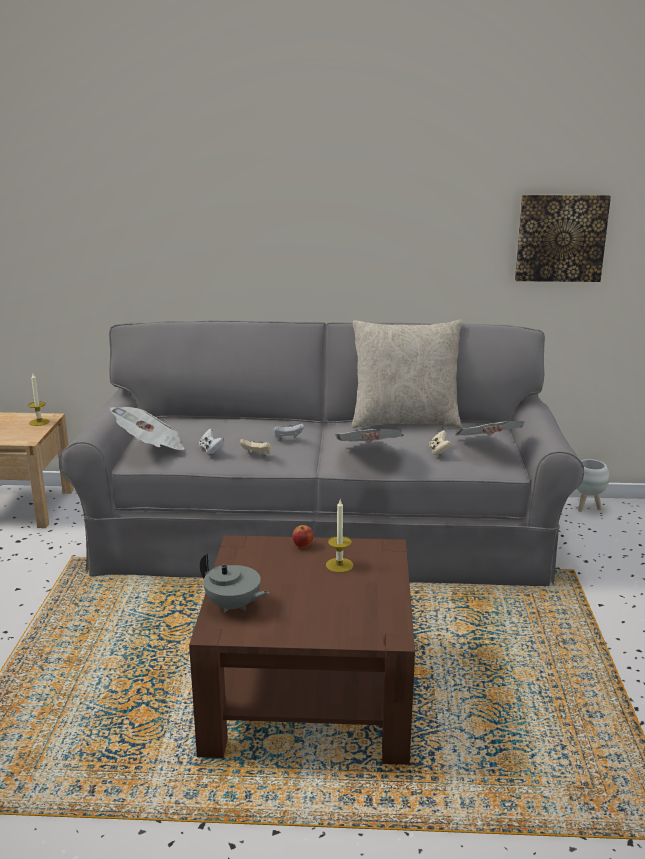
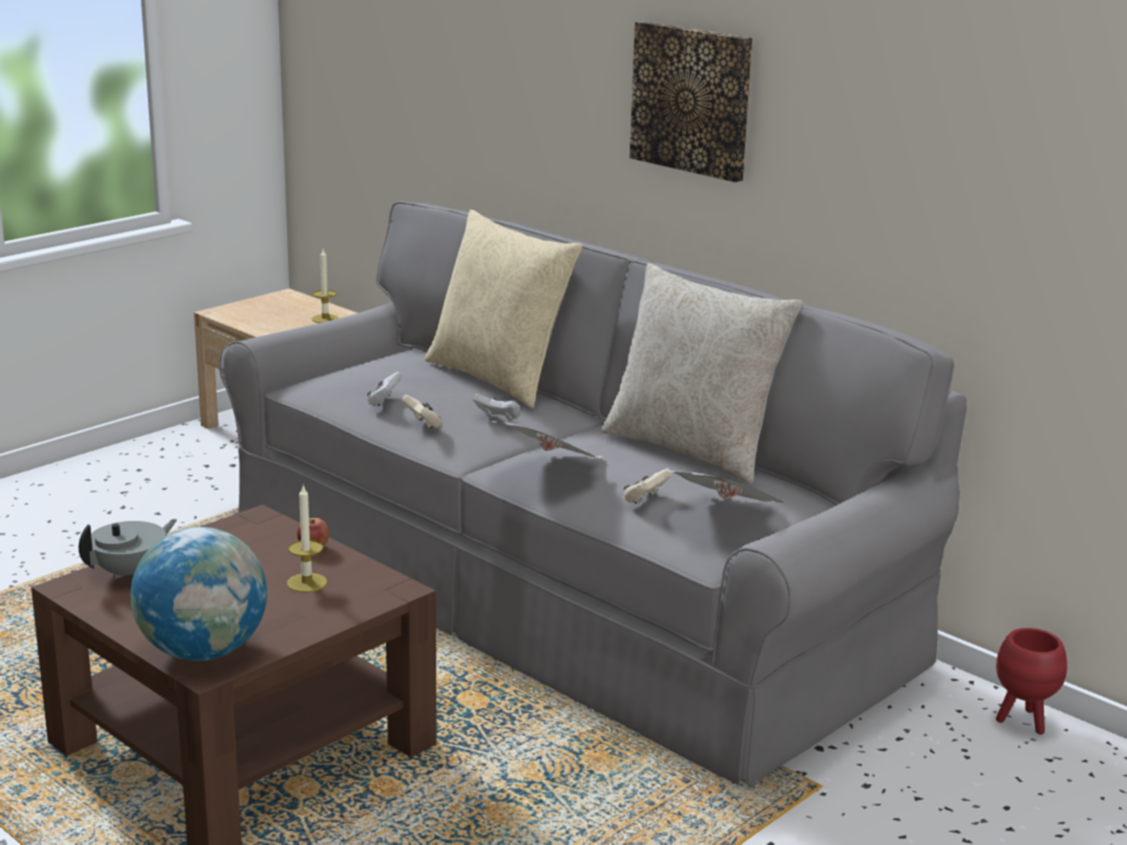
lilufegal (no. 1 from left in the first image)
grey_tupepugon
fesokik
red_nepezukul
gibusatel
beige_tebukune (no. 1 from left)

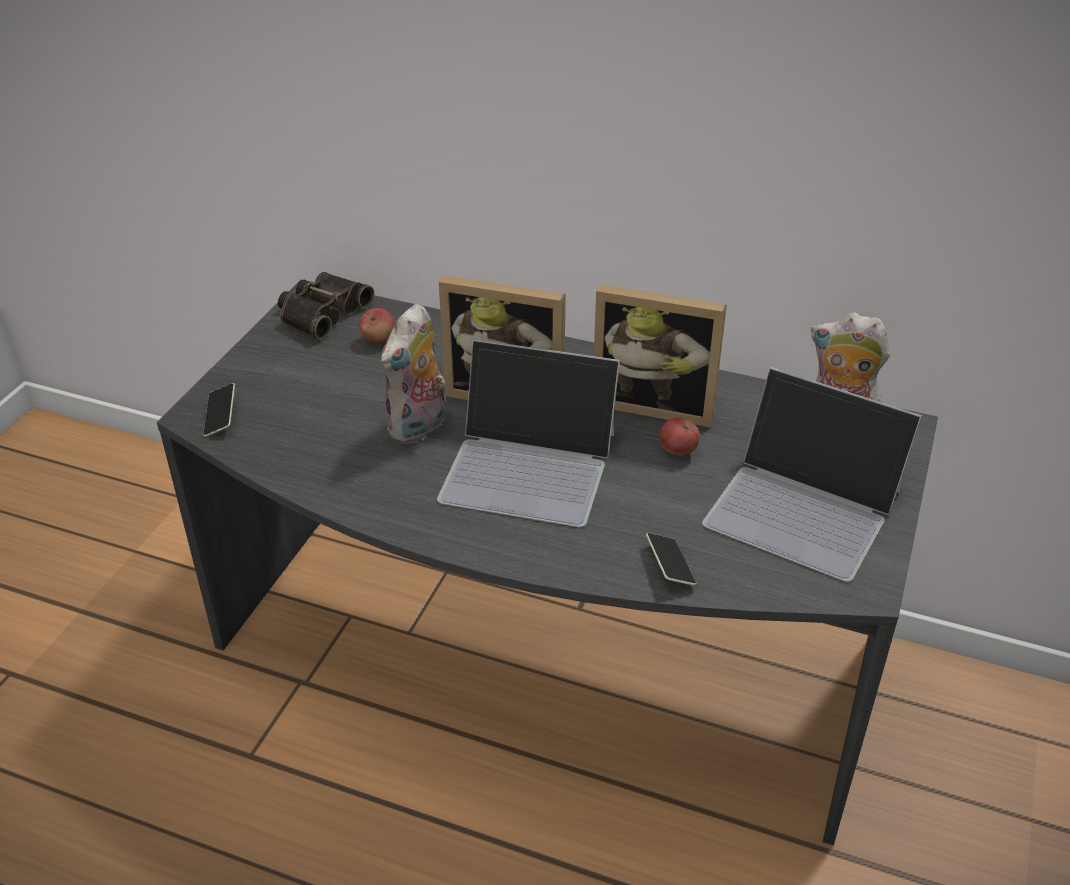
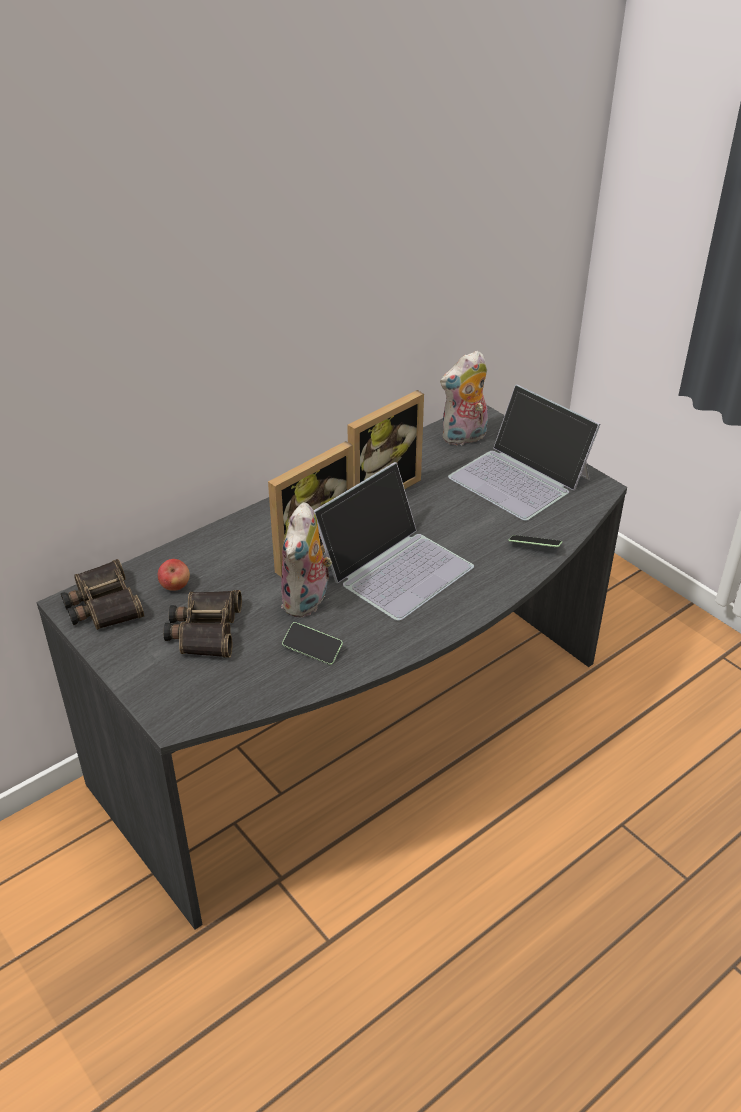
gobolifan (no. 1 from left)
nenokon (no. 1 from left)
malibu (no. 2 from left in the first image)
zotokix (no. 2 from left)
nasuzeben (no. 2 from left)

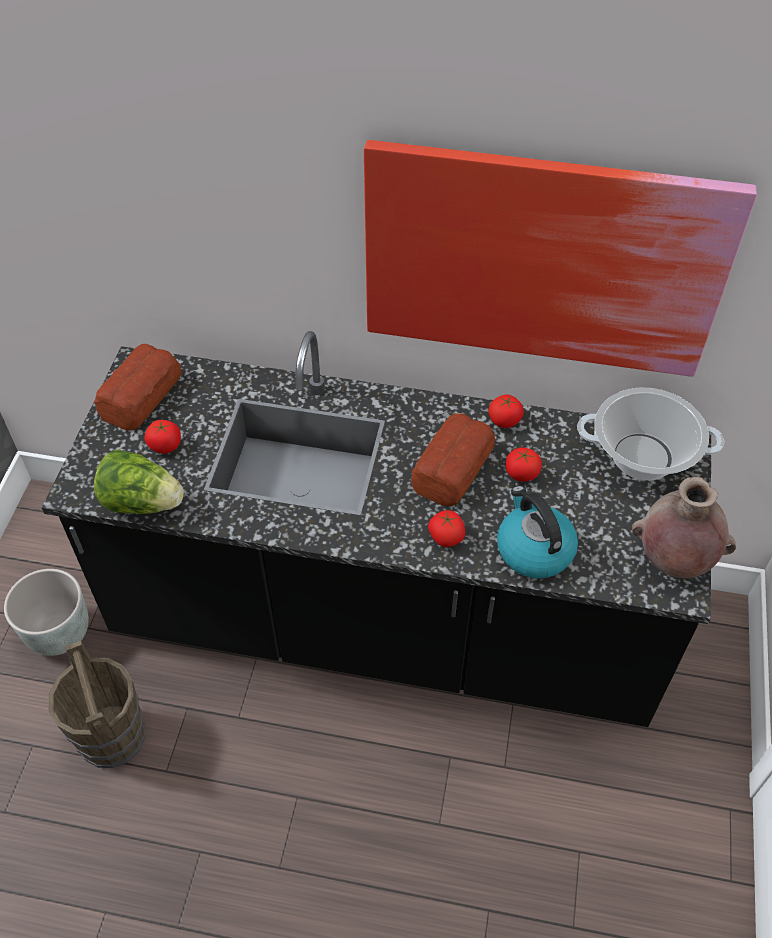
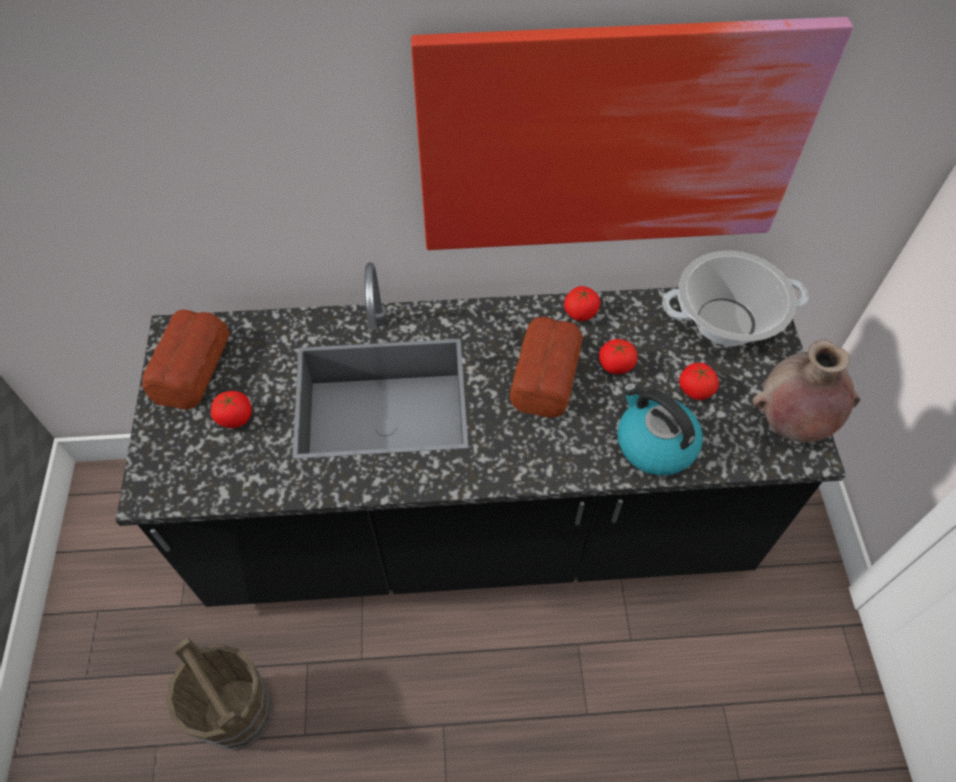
grey_nepezukul
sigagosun
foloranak (no. 4 from left)

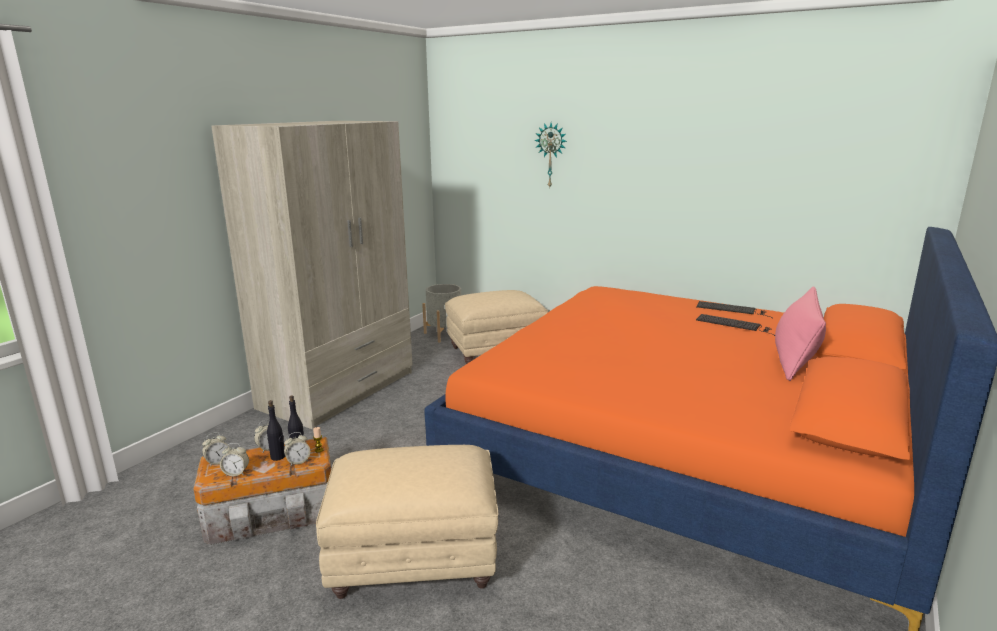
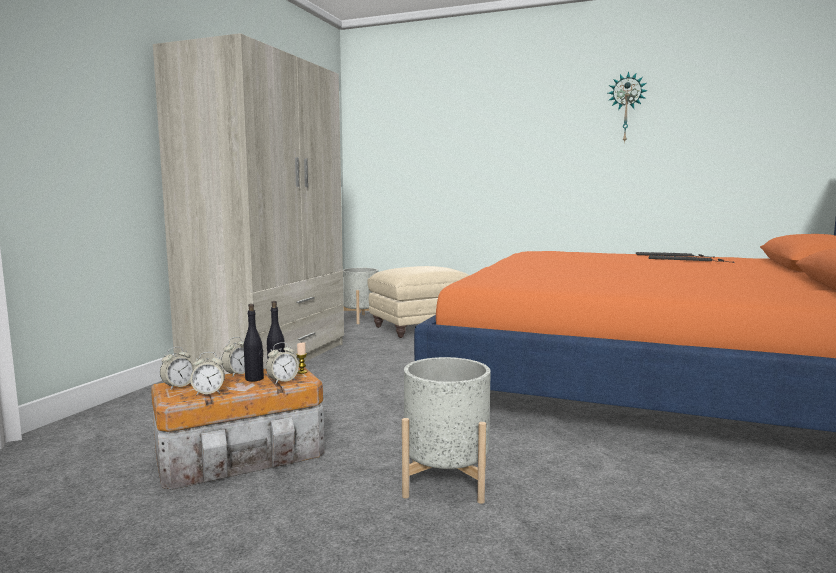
grey_nepezukul (no. 2 from left)
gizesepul
pink_tebukune

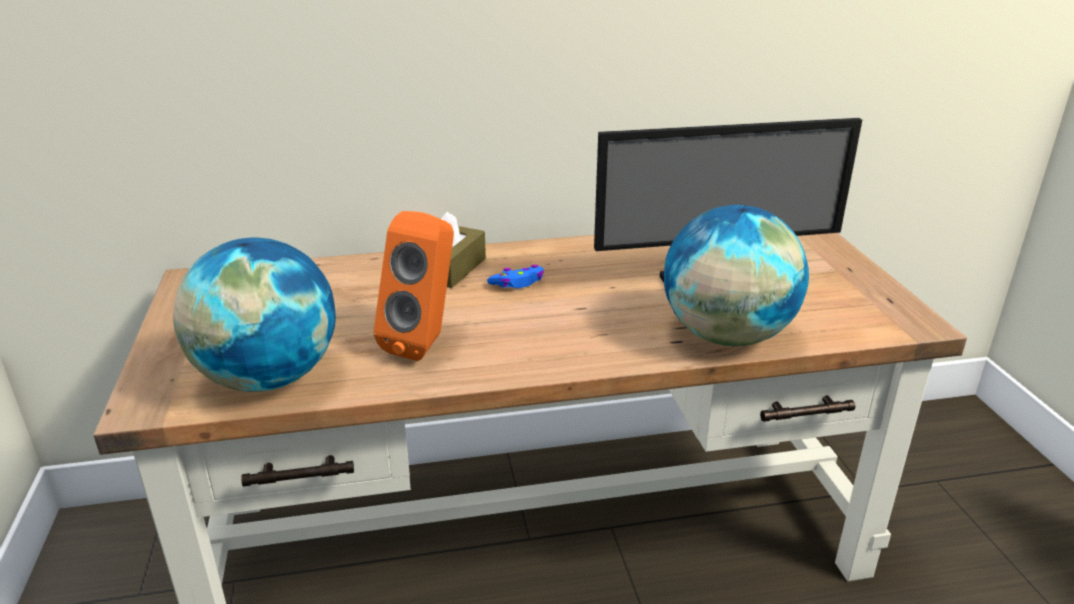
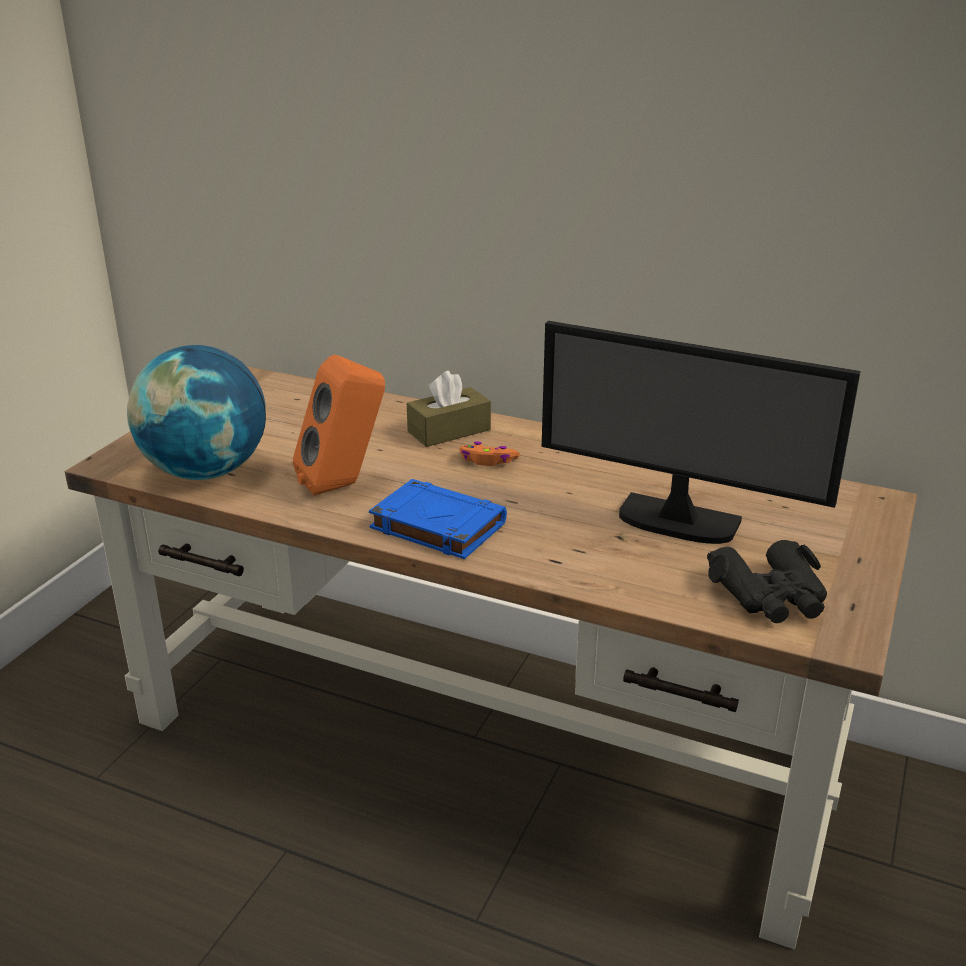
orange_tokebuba
gibusatel (no. 2 from left in the first image)
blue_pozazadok
black_nasuzeben

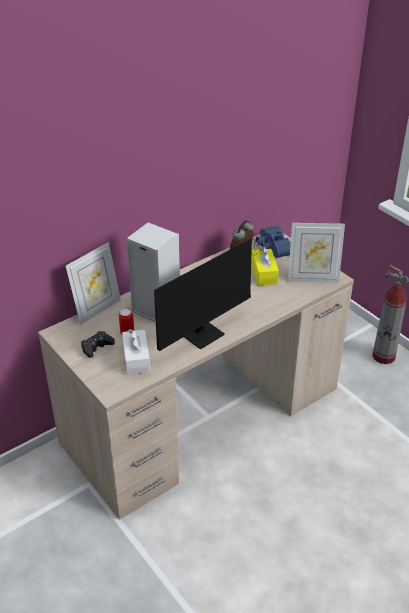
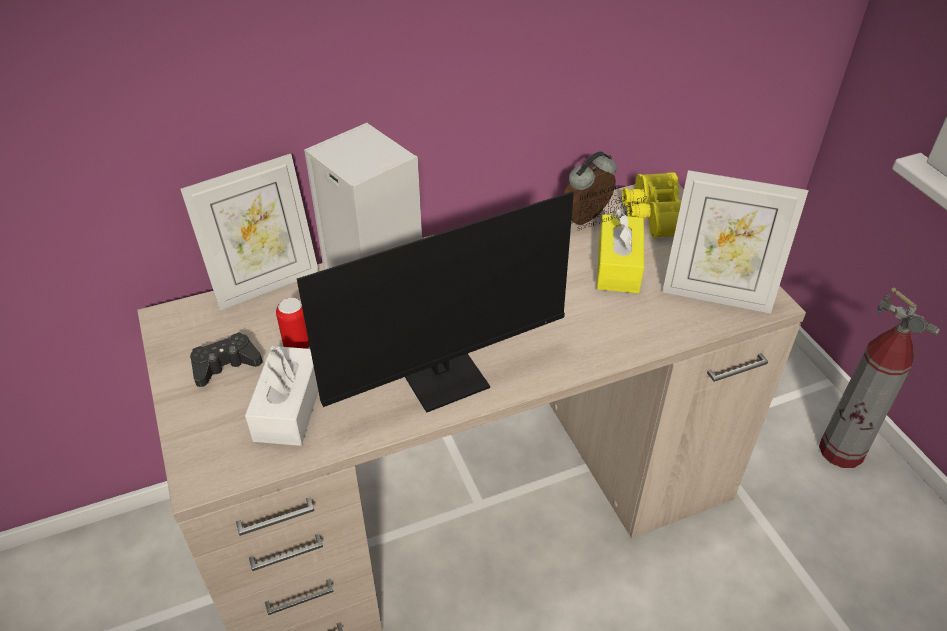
yellow_nasuzeben

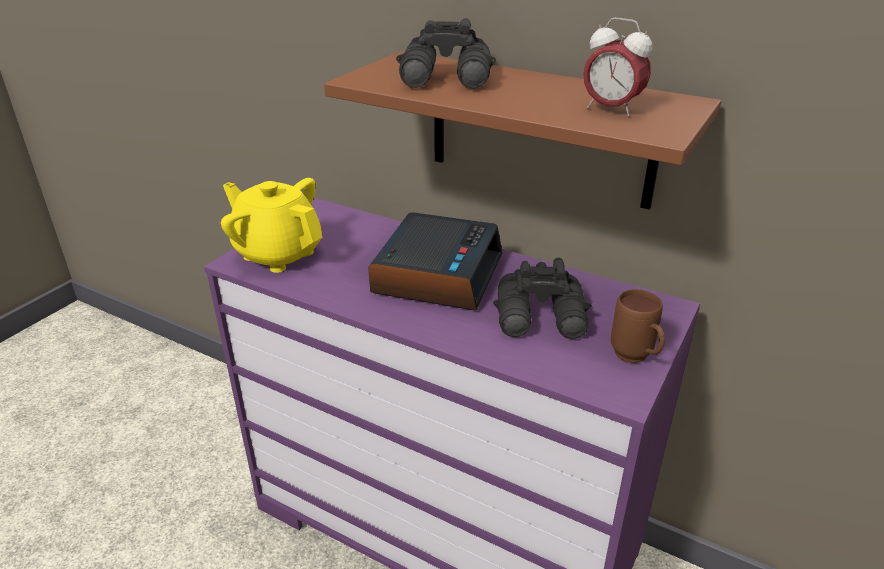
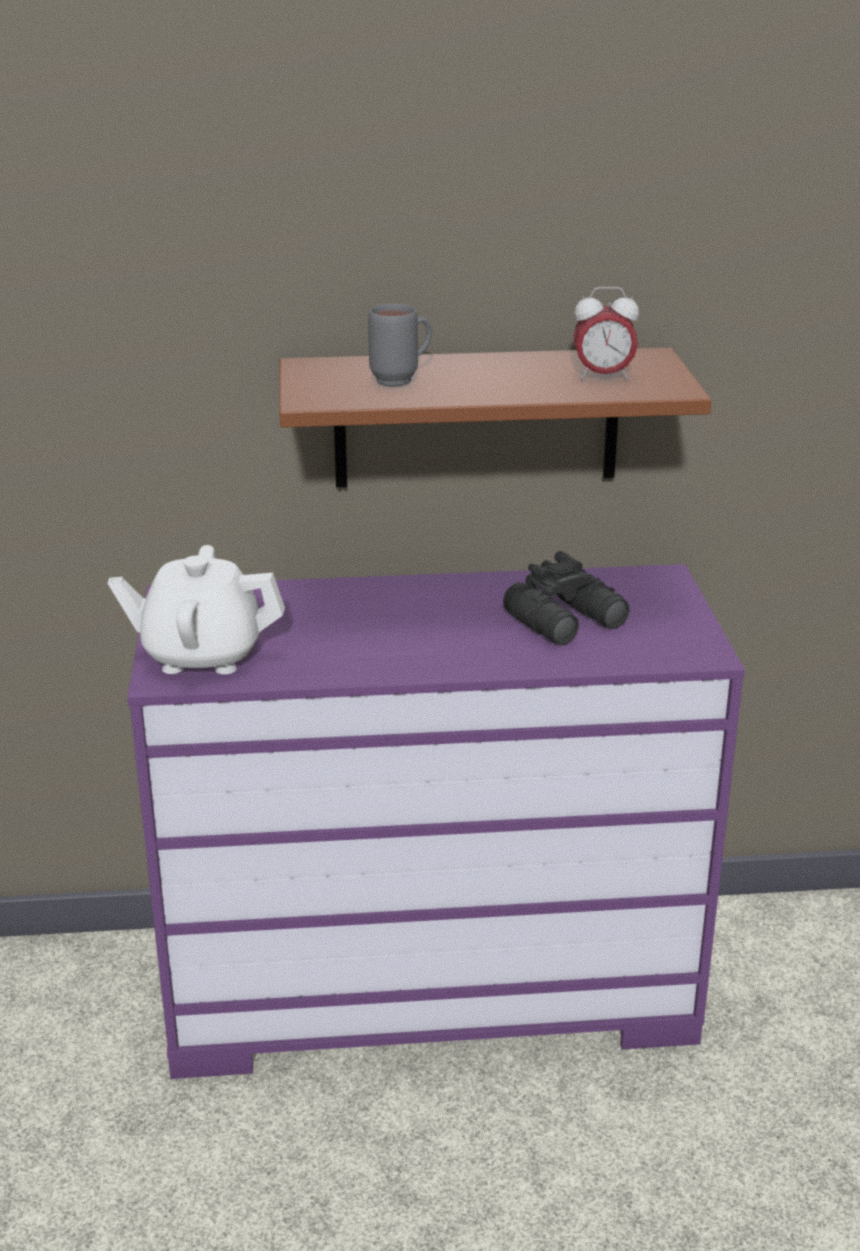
white_tupepugon
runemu (no. 1 from left in the first image)
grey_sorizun
brown_sorizun

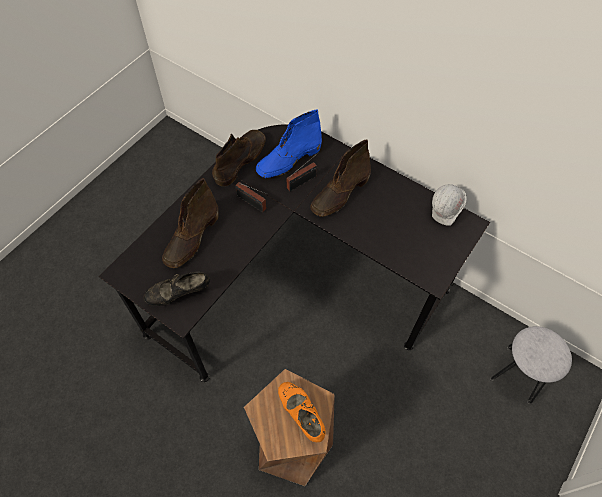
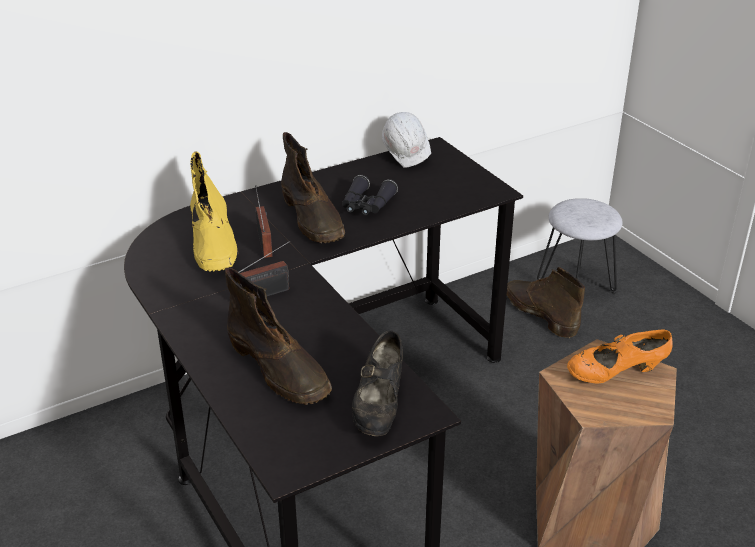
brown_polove (no. 3 from left)
yellow_polove
black_nasuzeben

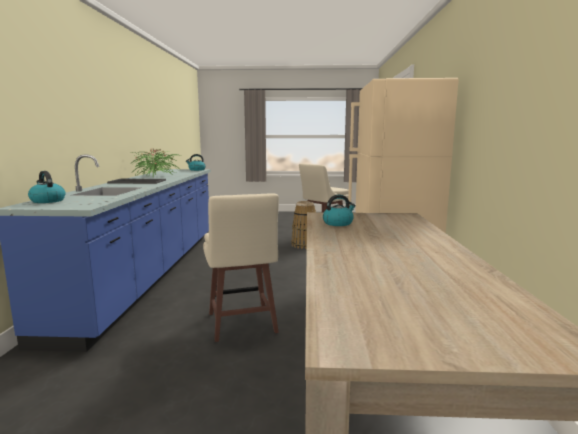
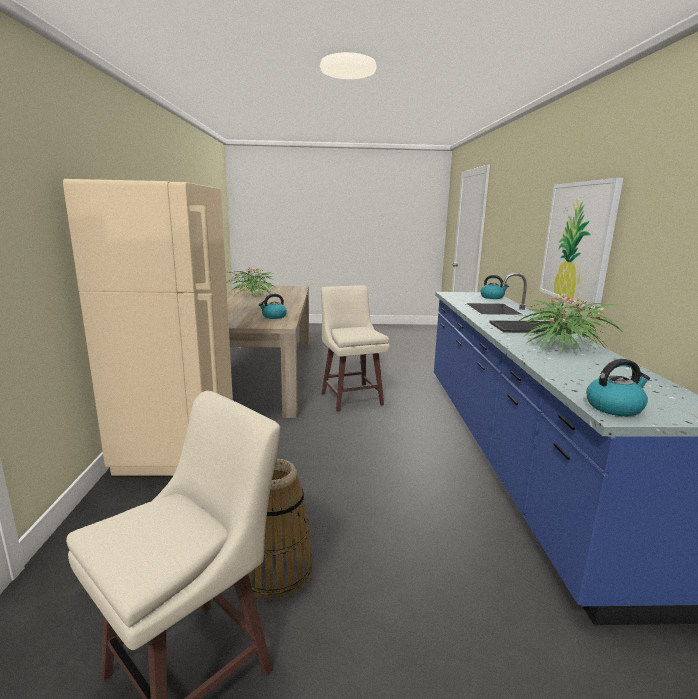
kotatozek (no. 1 from left)
fesokik

